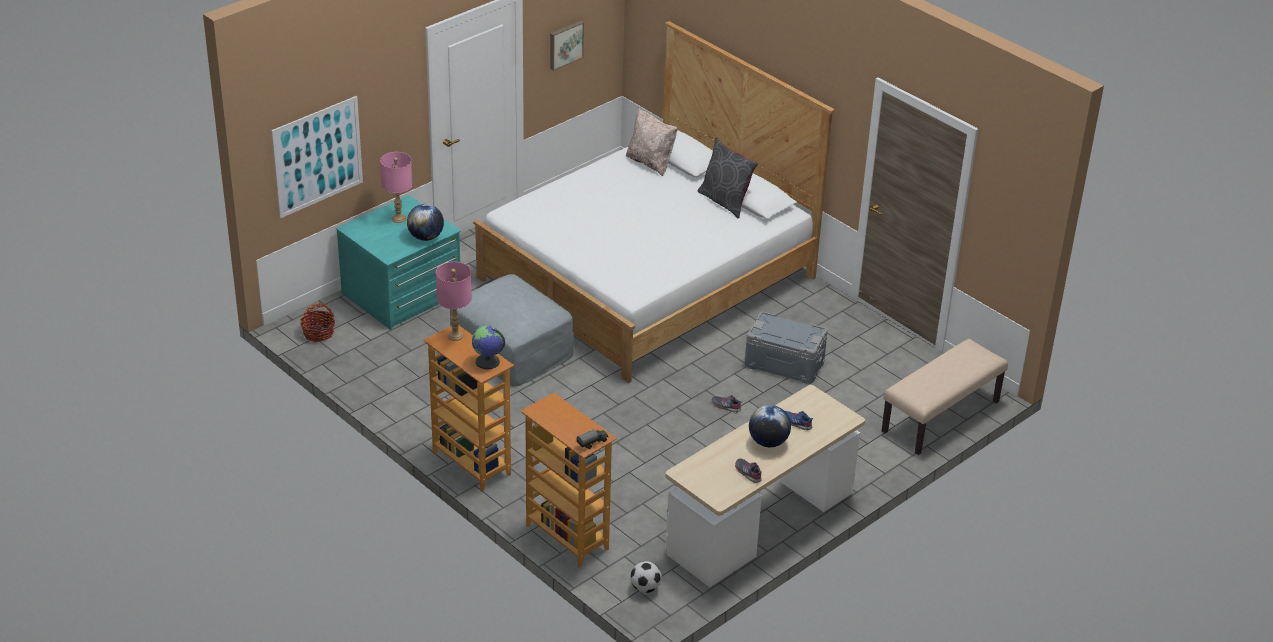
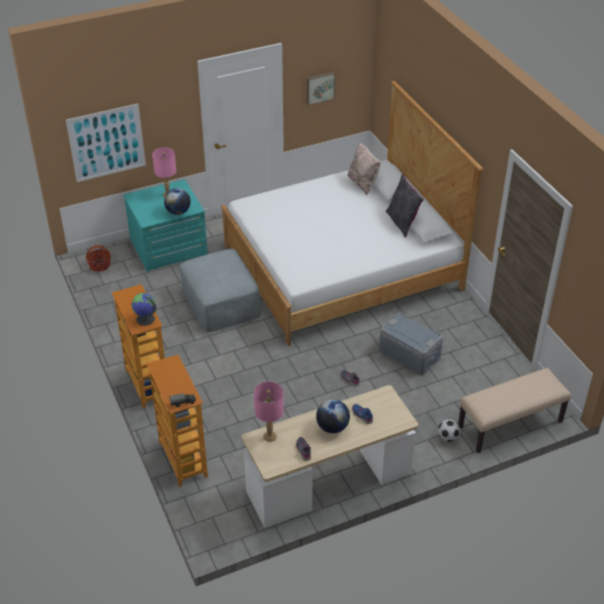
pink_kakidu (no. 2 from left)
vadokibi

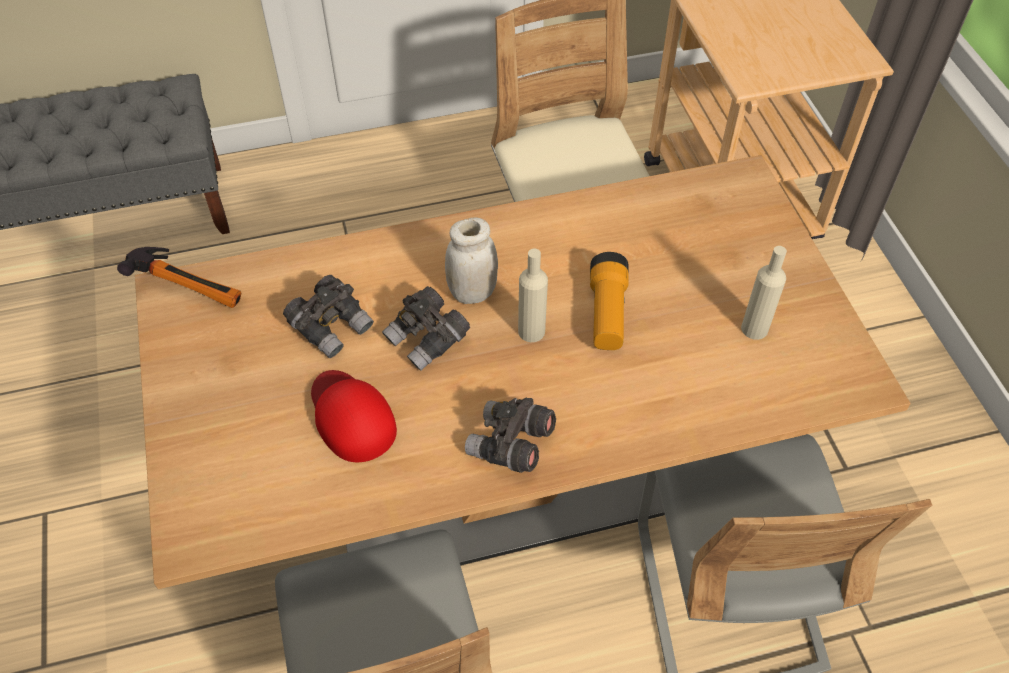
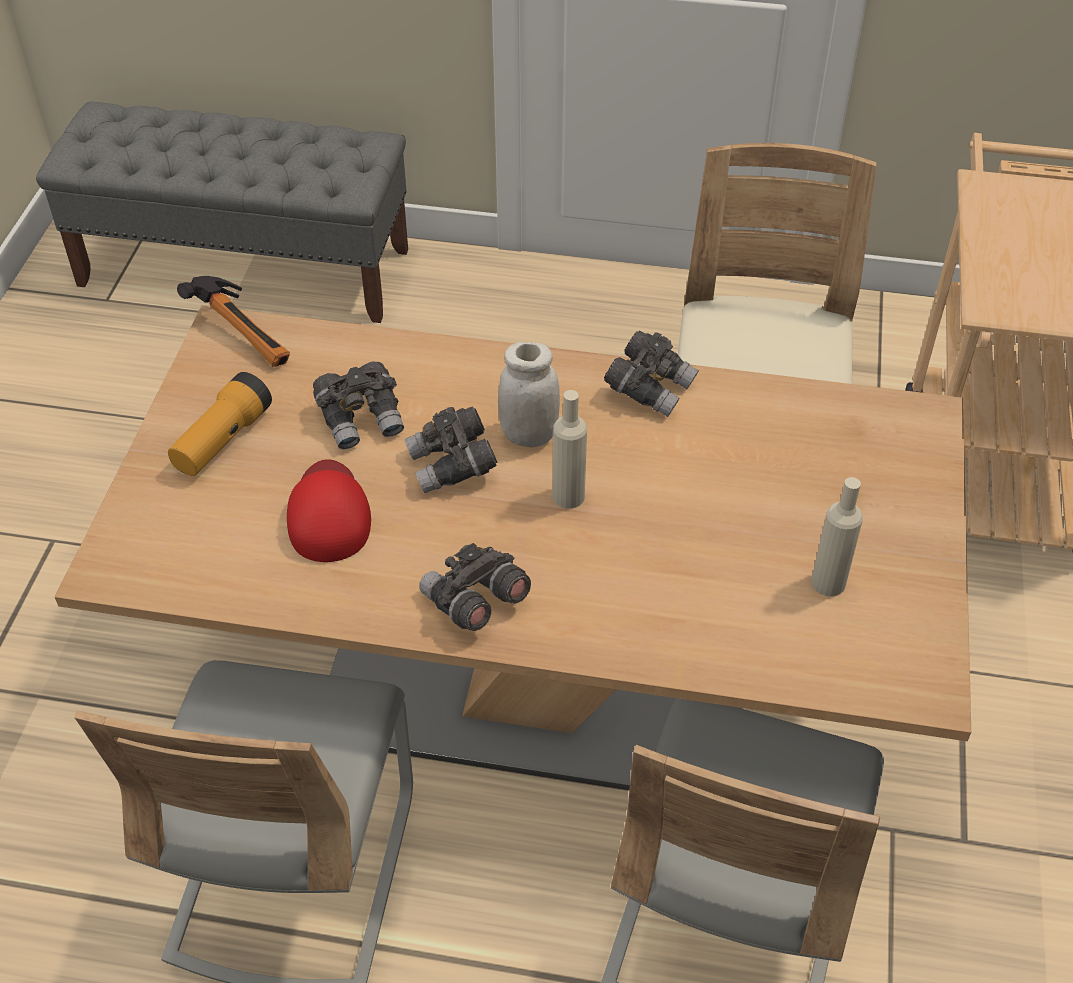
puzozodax
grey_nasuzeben (no. 4 from left)

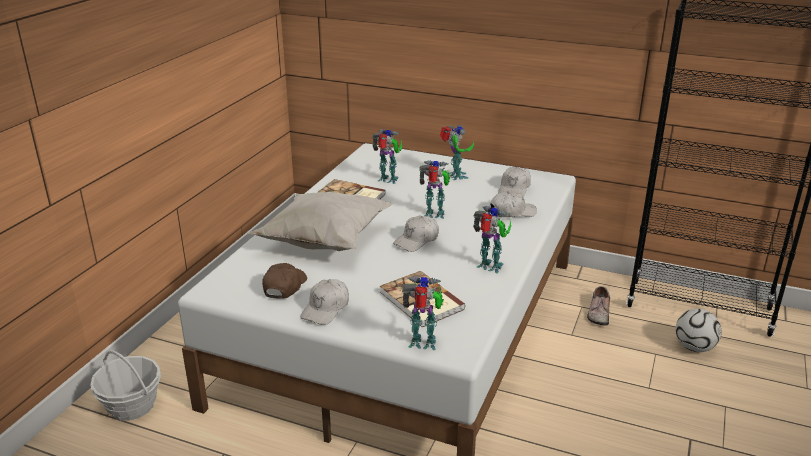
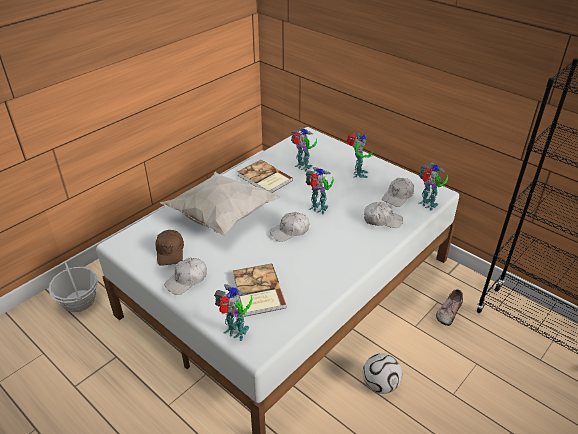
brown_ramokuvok
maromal (no. 5 from left)
vadokibi

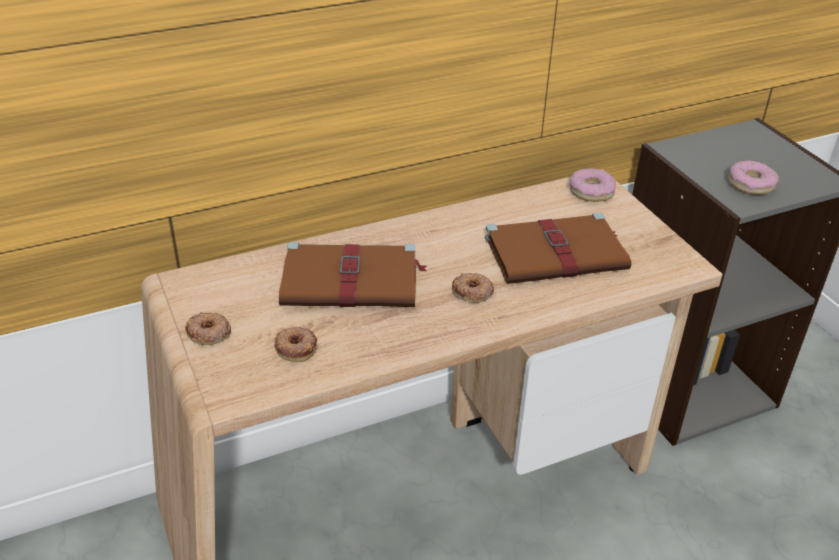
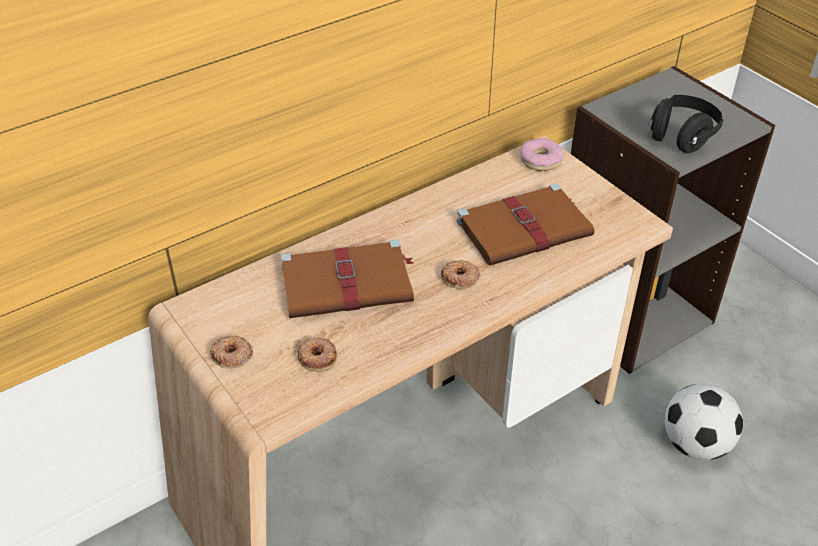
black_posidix
vadokibi

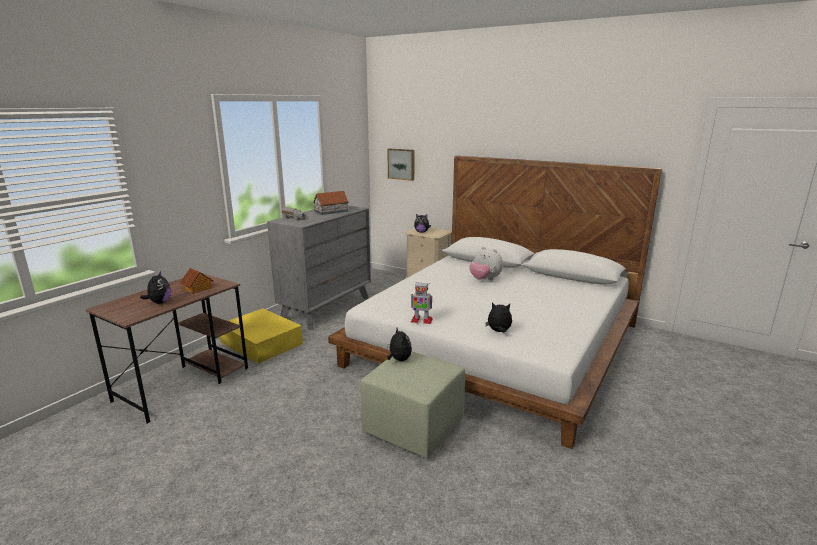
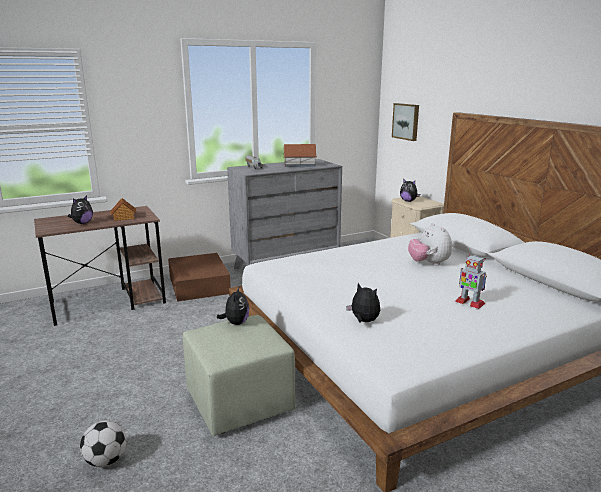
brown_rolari
maromal
vadokibi

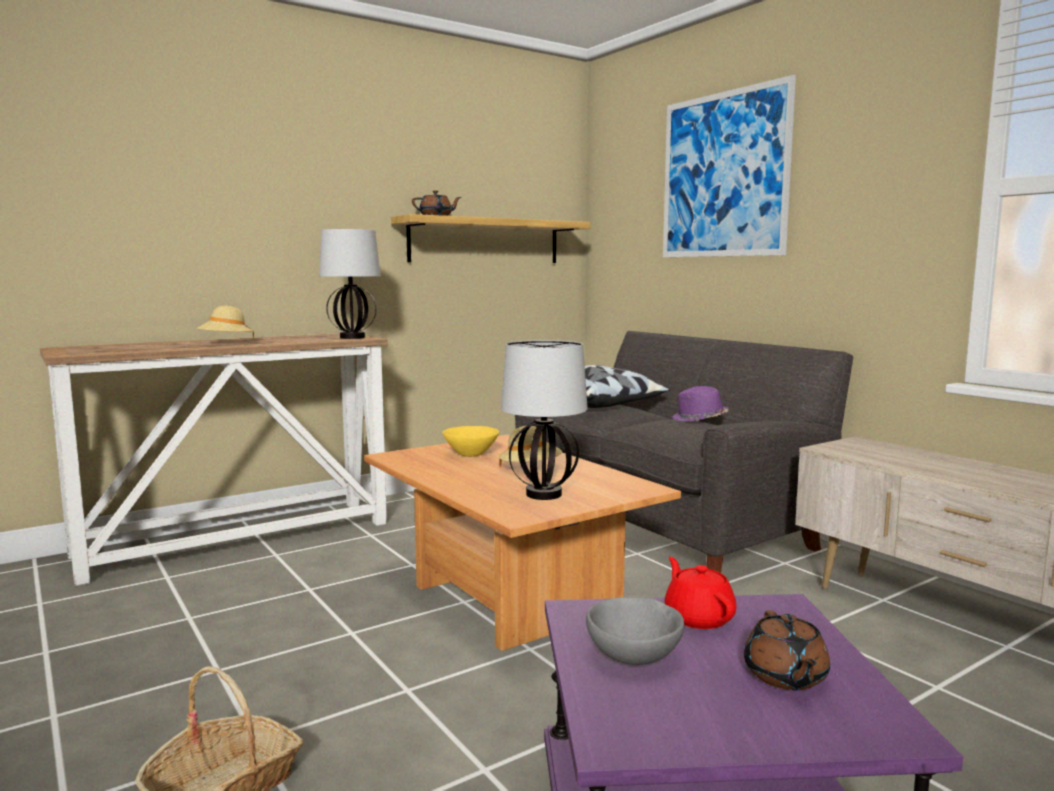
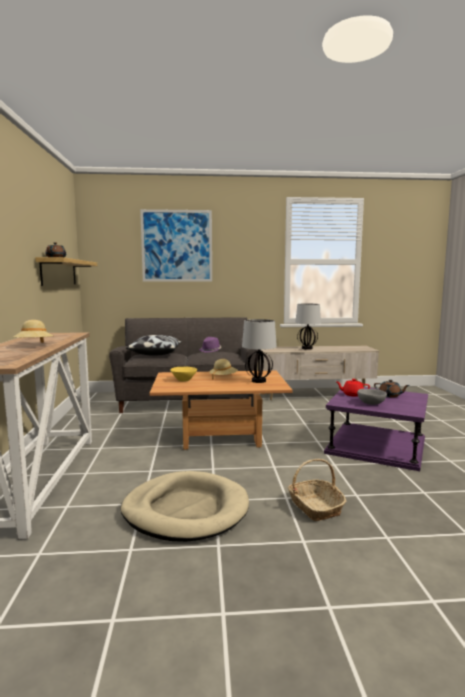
kakidu (no. 2 from left)
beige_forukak

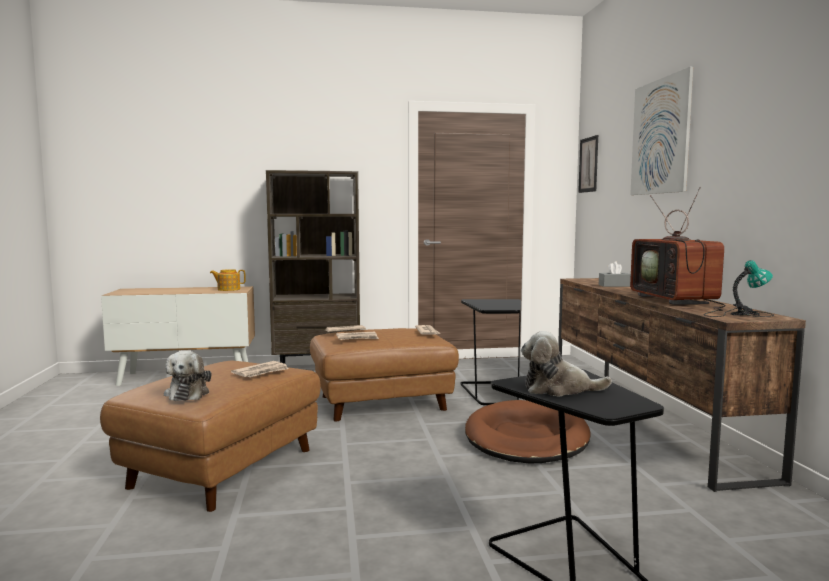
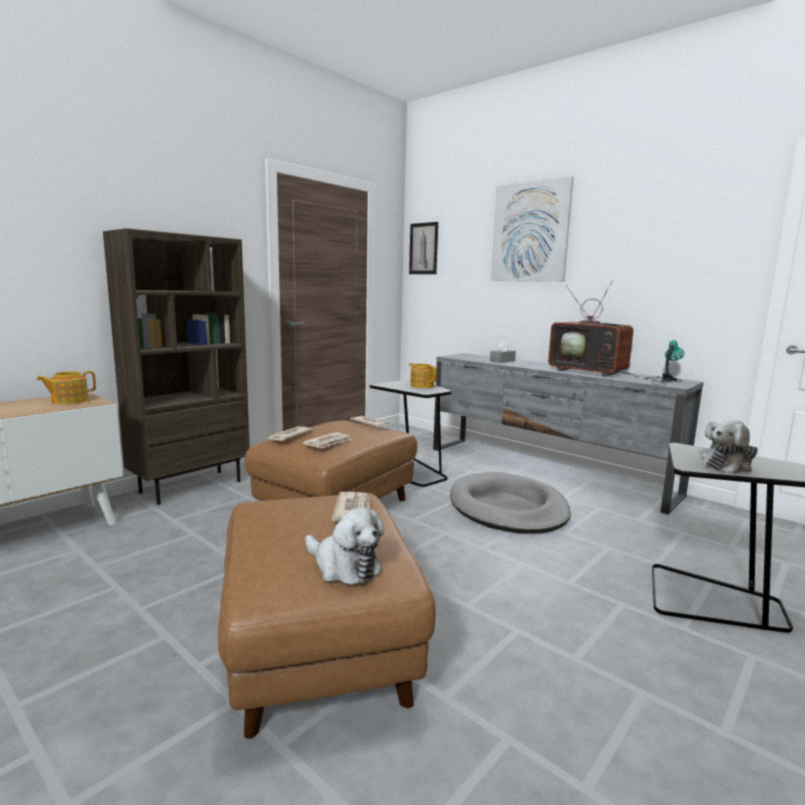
grey_forukak
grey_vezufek
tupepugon (no. 2 from left)

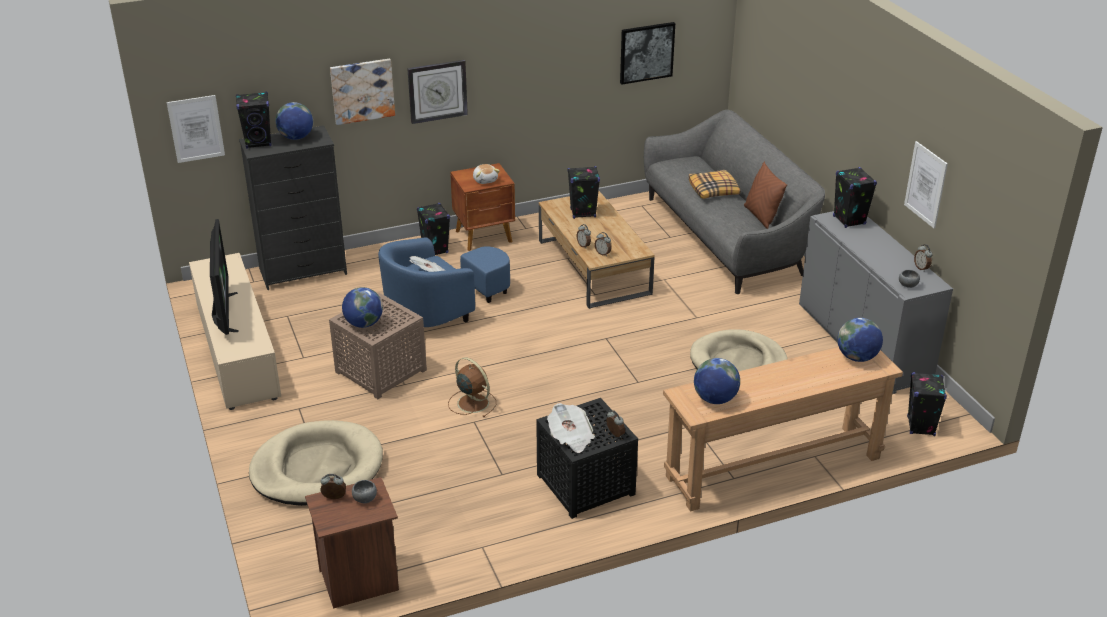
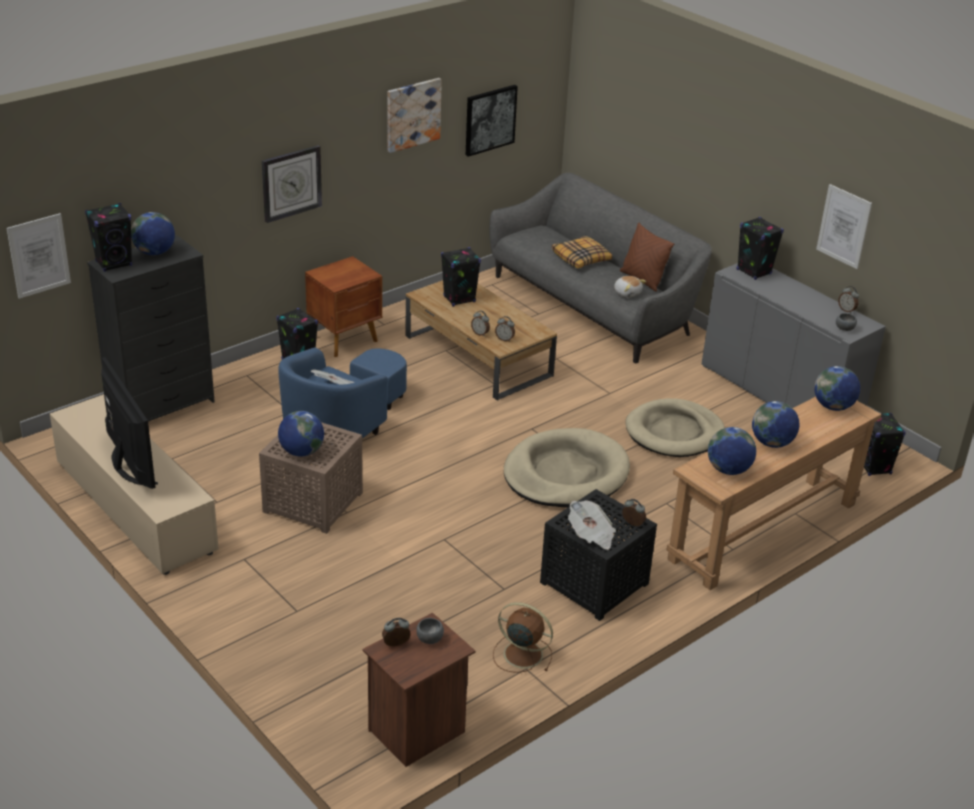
beige_forukak (no. 1 from left)
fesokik (no. 2 from left)
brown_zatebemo
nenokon
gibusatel (no. 4 from left)

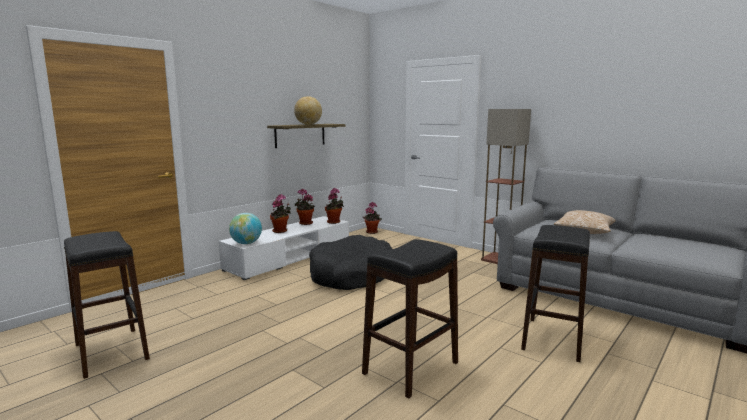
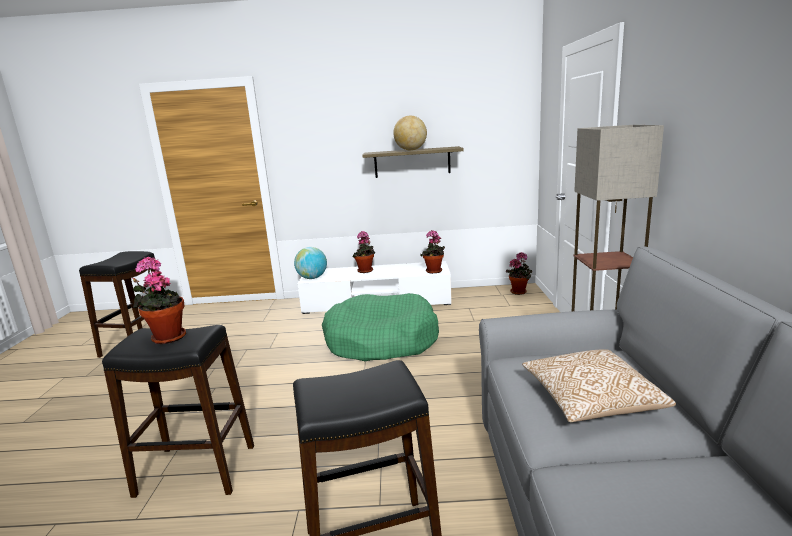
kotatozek (no. 1 from left)
green_forukak

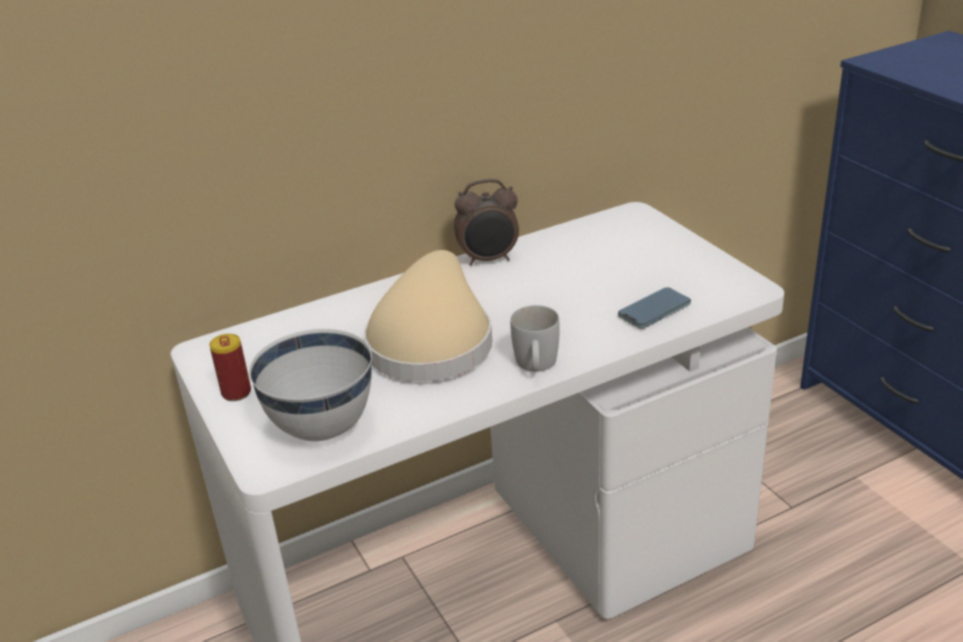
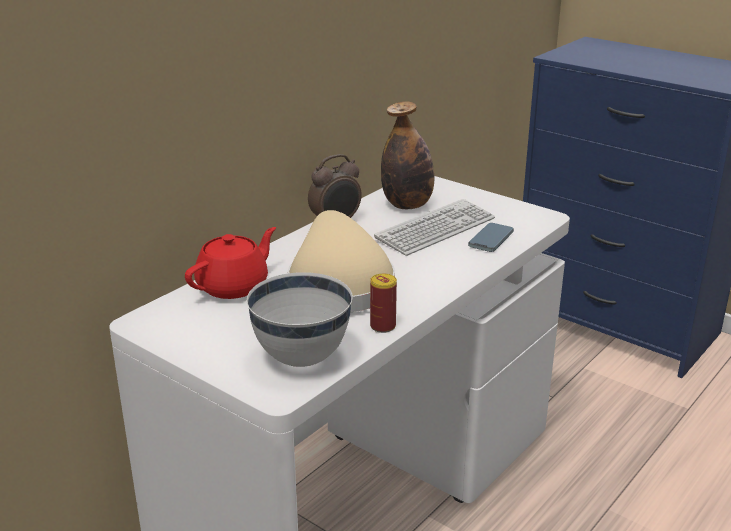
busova
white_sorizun
red_tupepugon
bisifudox
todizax

